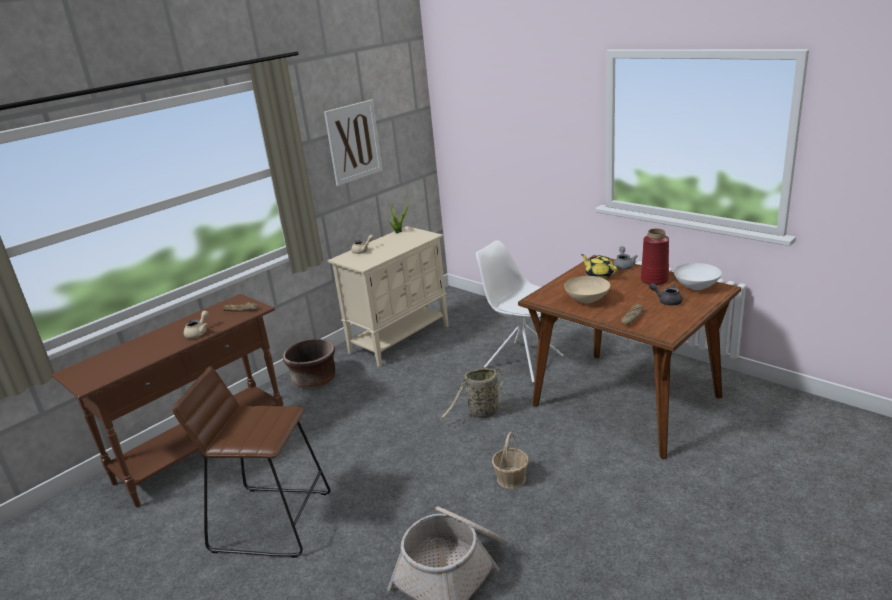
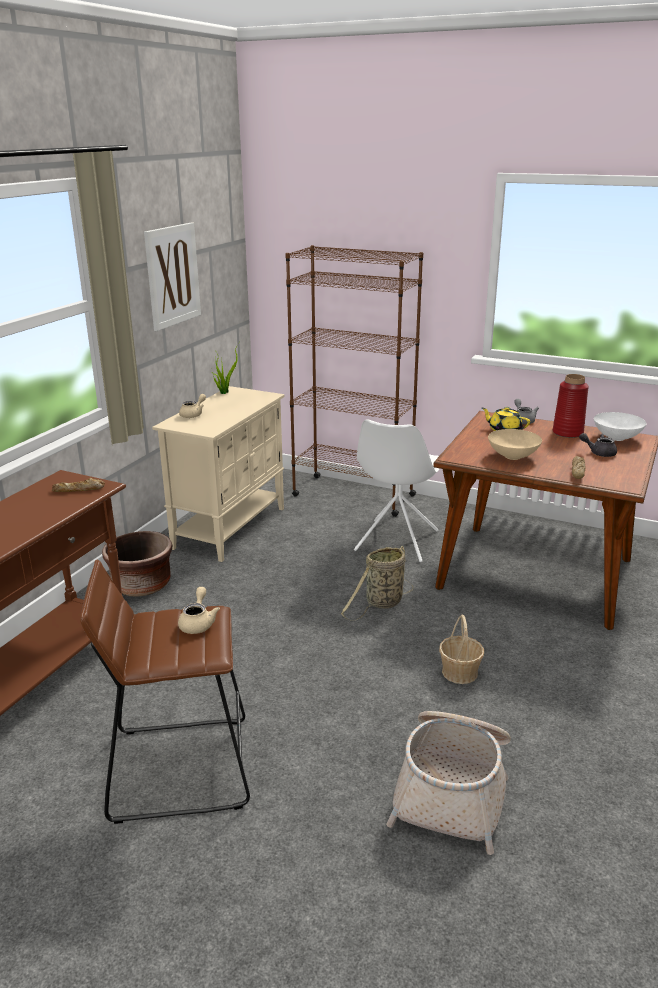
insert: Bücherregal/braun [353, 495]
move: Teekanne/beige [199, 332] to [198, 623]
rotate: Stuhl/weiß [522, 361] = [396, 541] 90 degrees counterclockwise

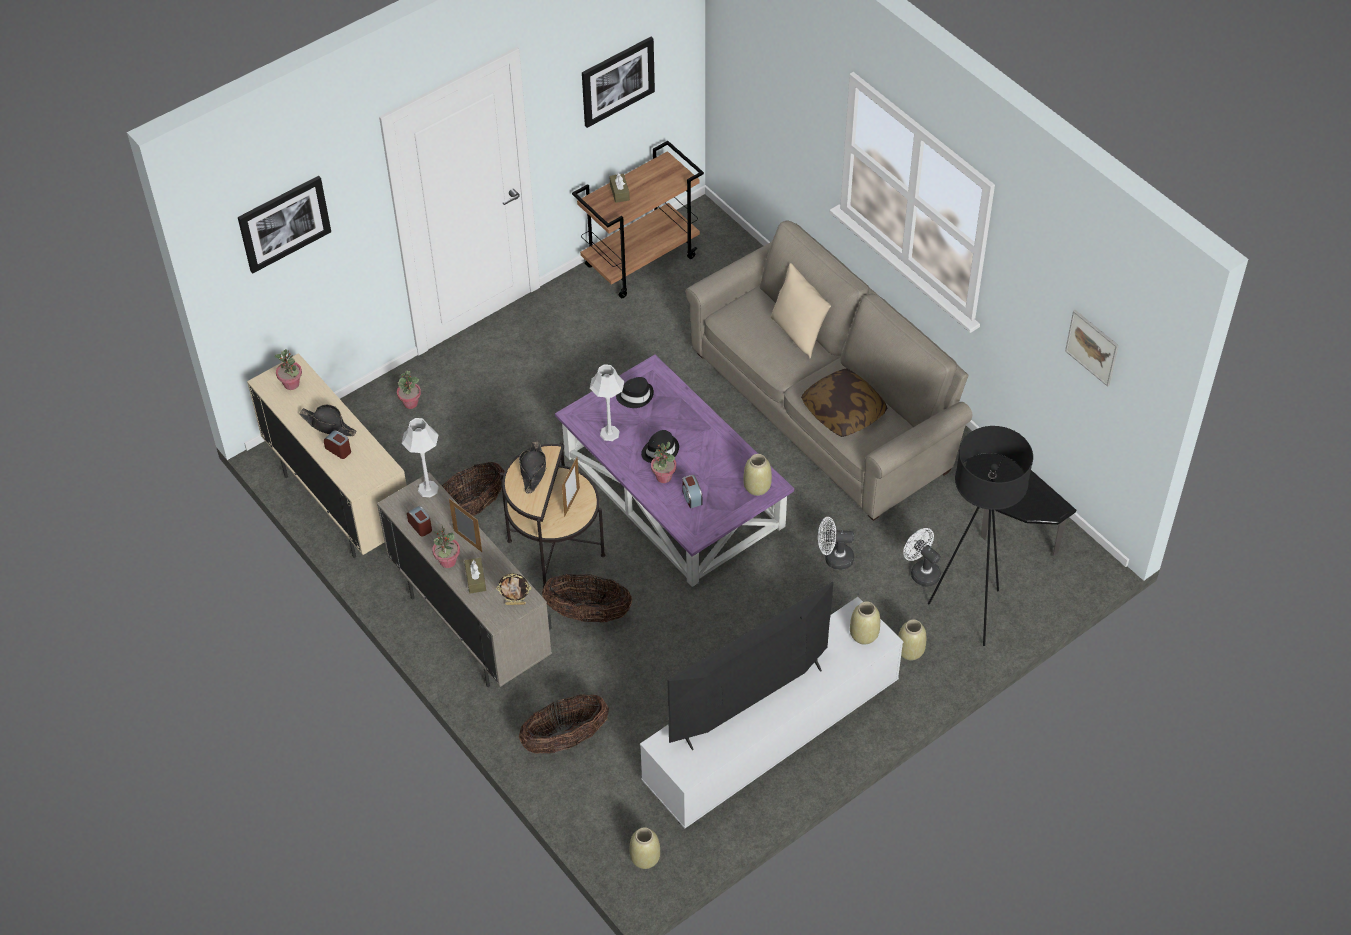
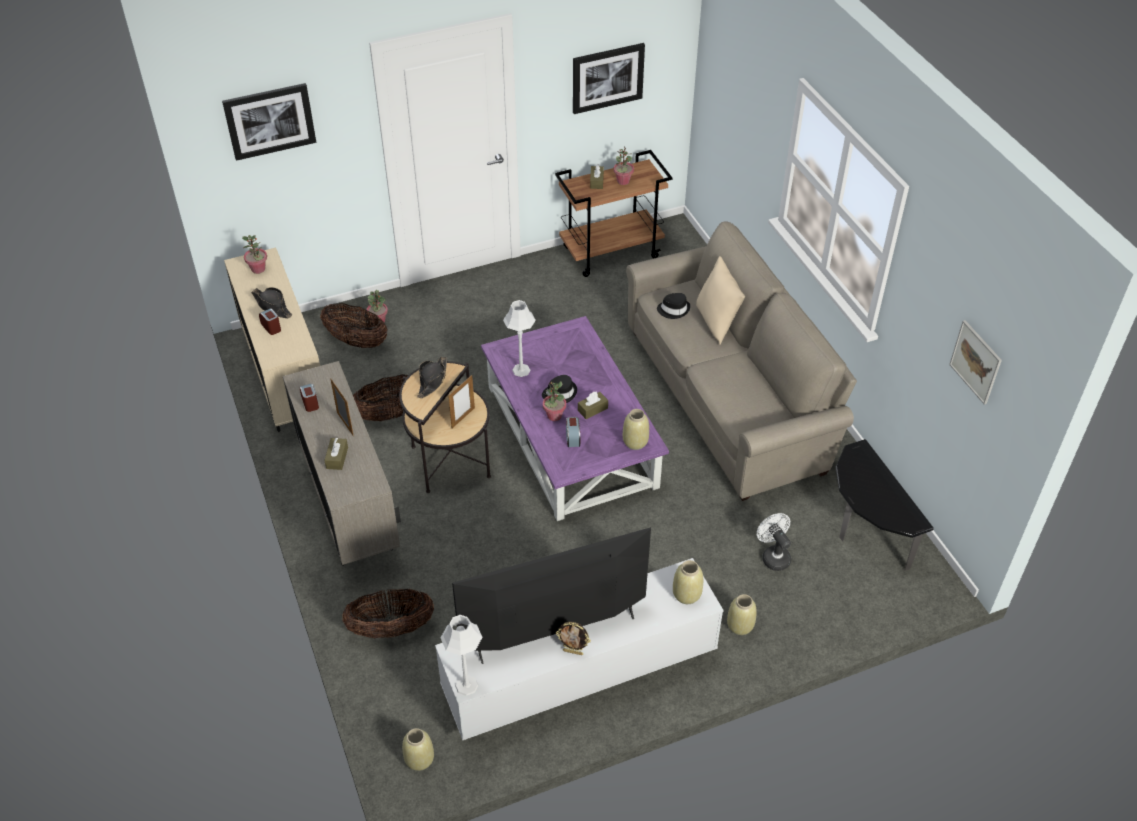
delete: Kissen [843, 412]; Ventilator/weiß [834, 558]; Stehlampe/schwarz [969, 612]
insert: Taschentuchbox/braun [592, 409]
move: Tischlampe/grau [428, 489] to [466, 685]; Topfpflanze [448, 561] to [623, 181]; Bilderrahmen [515, 603] to [573, 652]; Korb [588, 613] to [356, 341]; Hut/schwarz [635, 396] to [673, 309]

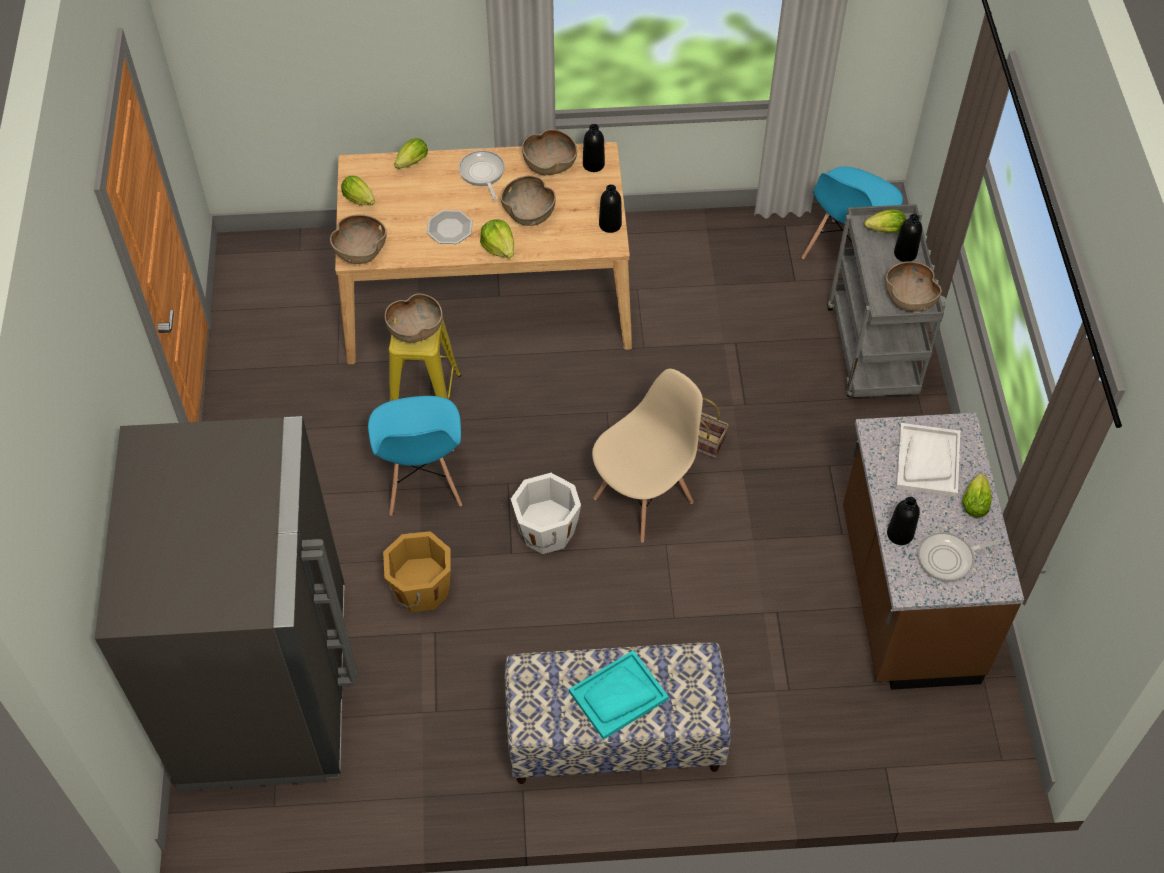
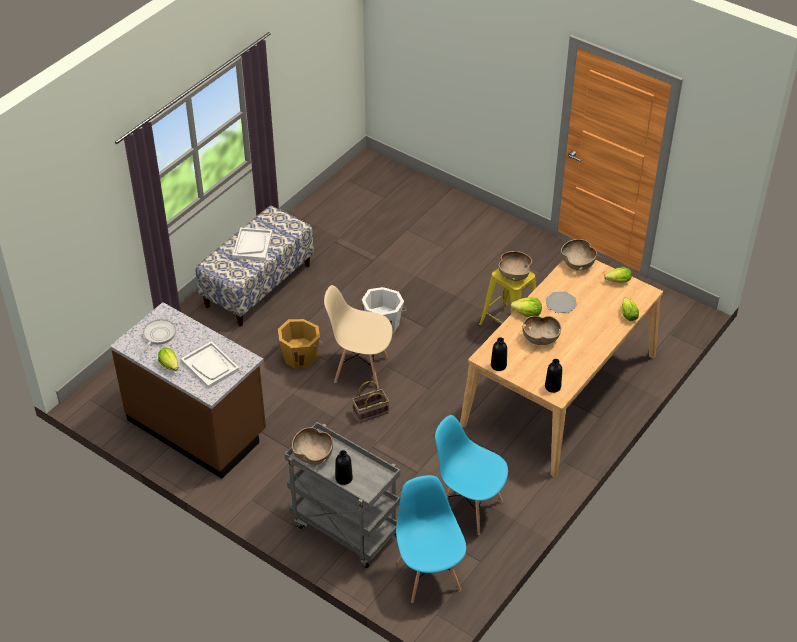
delete: Kühlschrank/grau [267, 687]; Pfanne [482, 174]; Schüssel/braun [549, 165]; Salatkopf [883, 230]; Flasche/schwarz [900, 534]
move: Stuhl/blau [422, 482] to [469, 507]; Eimer/orange [420, 589] to [300, 356]
recolor: Tablett/türkis [618, 696] to Tablett/weiß [252, 245]
rotate: Stuhl/beige [644, 500] = [360, 369] 105 degrees clockwise

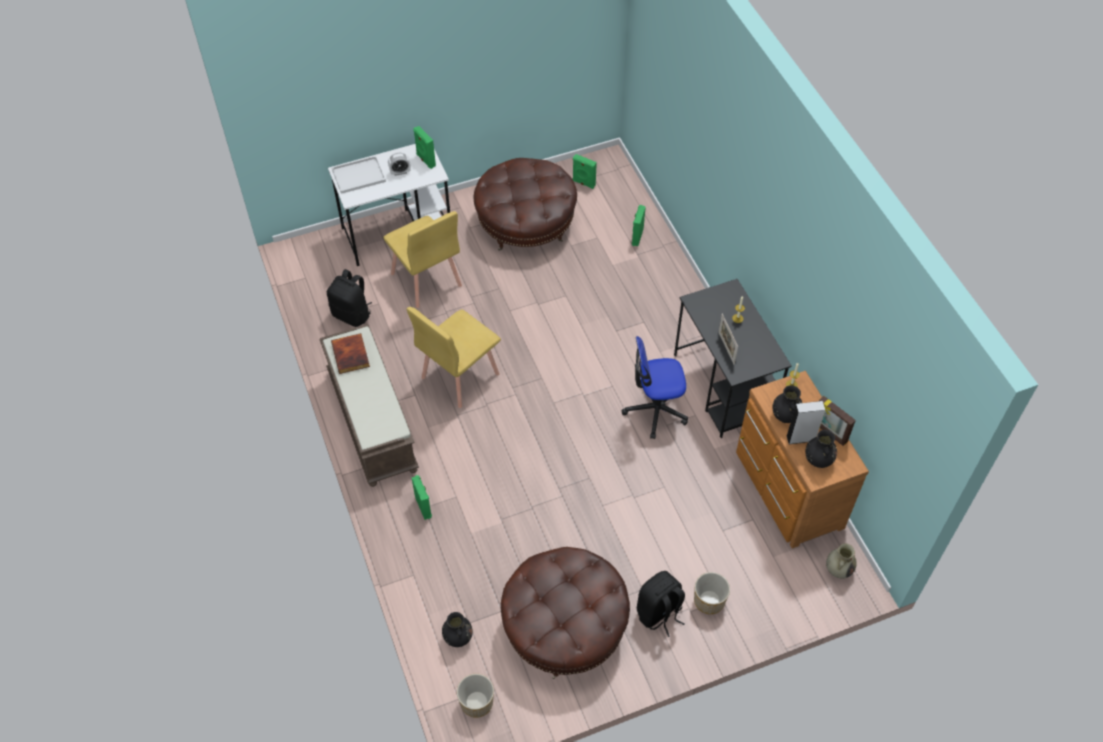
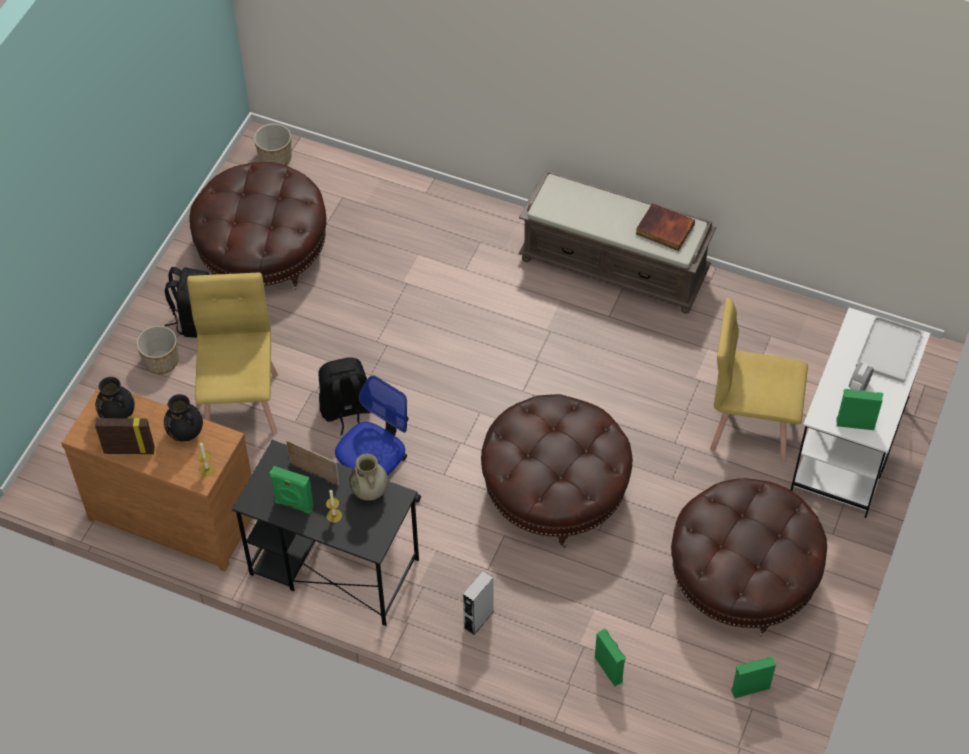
delete: Vase/schwarz [458, 637]
insert: Polsterhocker/braun [555, 490]
move: Rucksack/schwarz [352, 314] to [346, 411]; Stuhl/gelb [459, 375] to [242, 403]; Lautsprecher/grün [424, 507] to [293, 505]; Lautsprecher/grau [801, 438] to [478, 619]; Vase/beige [838, 569] to [369, 491]

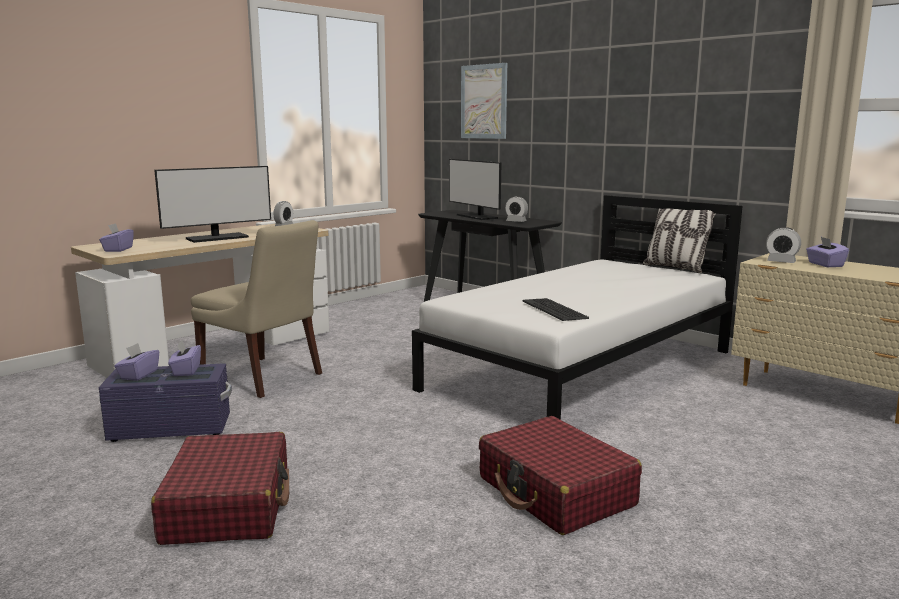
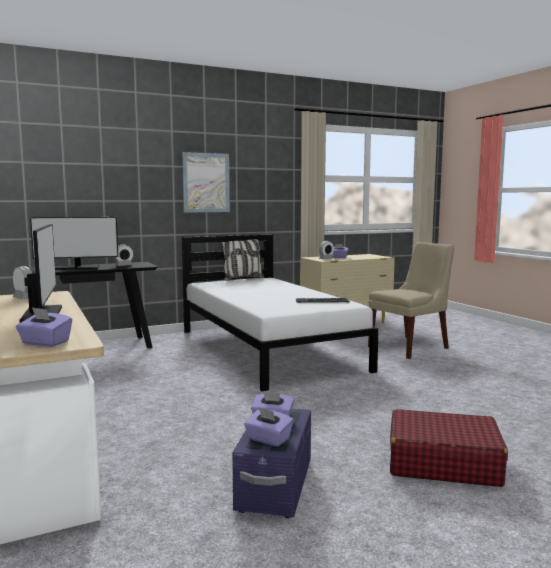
delete: Koffer/rot [556, 492]
move: Stuhl/beige [264, 378] to [410, 347]; Bild [484, 101] to [206, 182]

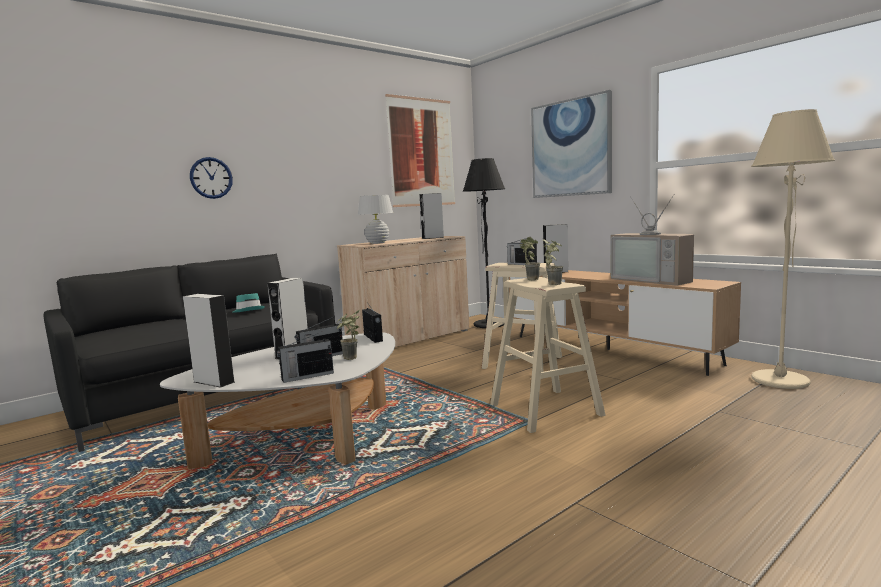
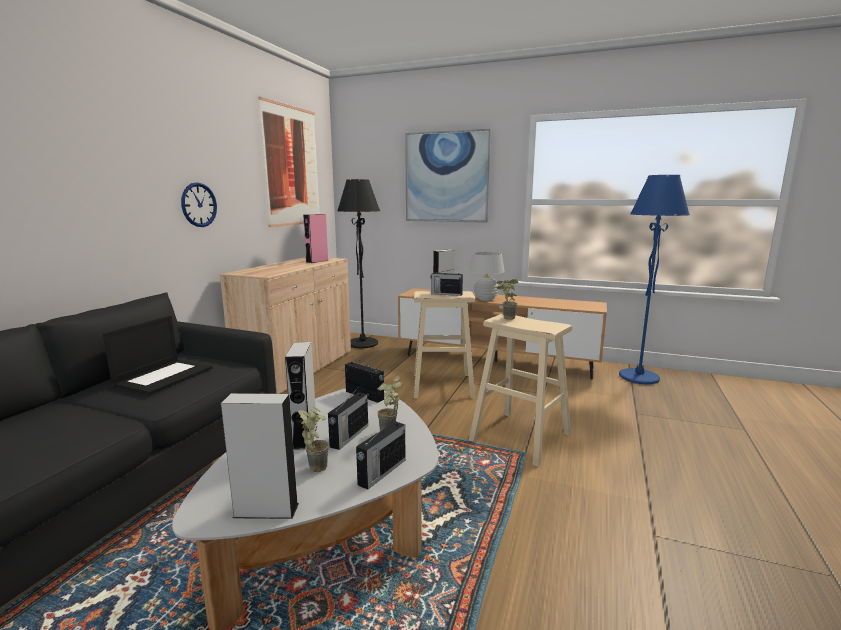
delete: Fernseher [653, 280]
move: Wanduhr [211, 178] to [199, 205]; Tischlampe/weiß [377, 243] to [485, 299]; Topfpflanze [553, 284] to [315, 465]
replace: Hut/türkis [248, 310] to Laptop [164, 376]
recolor: Lautsprecher/grau [432, 238] to Lautsprecher/rosa [317, 261]; Stehlampe/beige [779, 380] to Stehlampe/blau [638, 377]

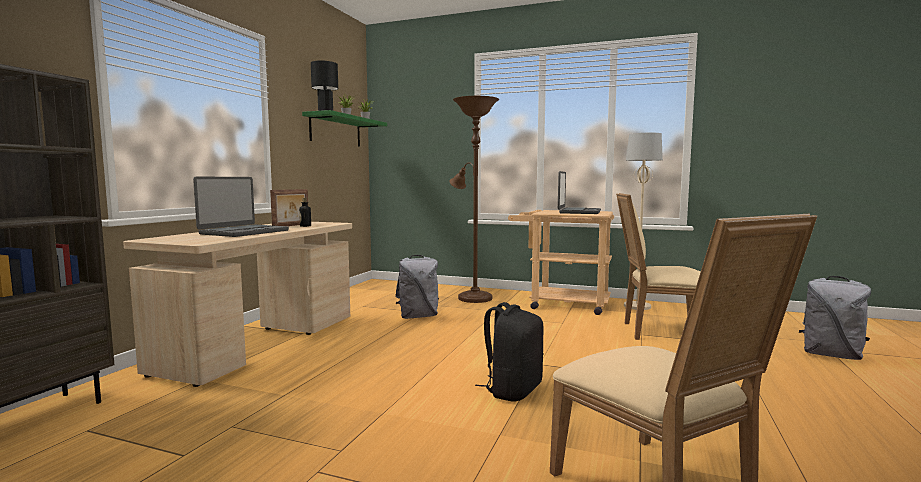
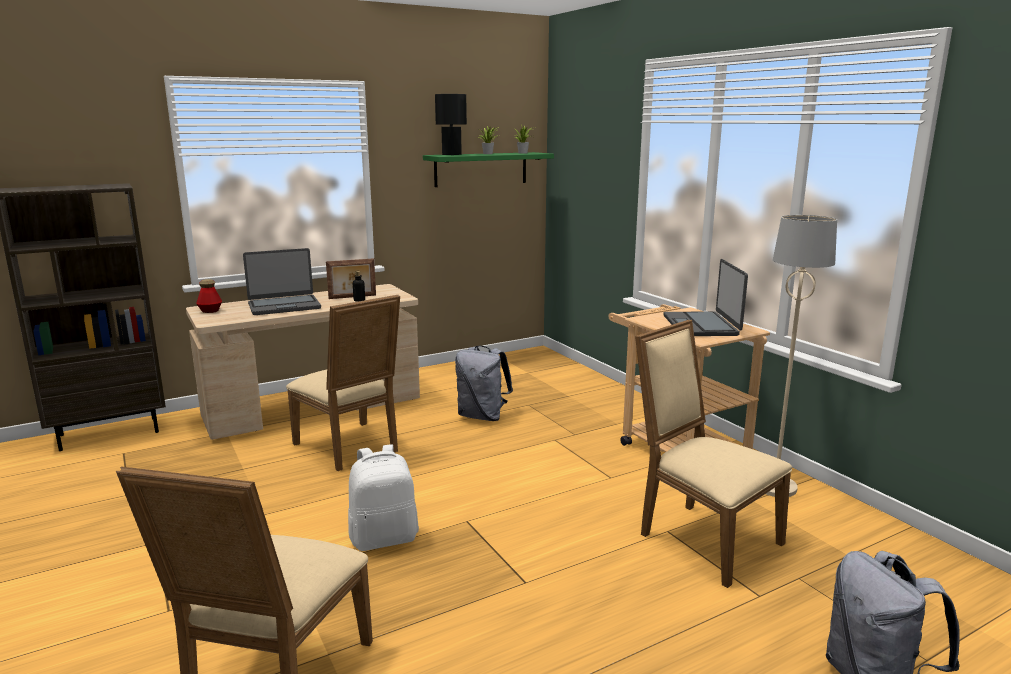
delete: Stehlampe/braun [472, 297]
insert: Flasche [210, 311]; Stuhl/beige [351, 448]
recolor: Rucksack/schwarz [512, 390] to Rucksack/weiß [384, 538]
rotate: Laptop [579, 212] = [701, 325] 120 degrees clockwise

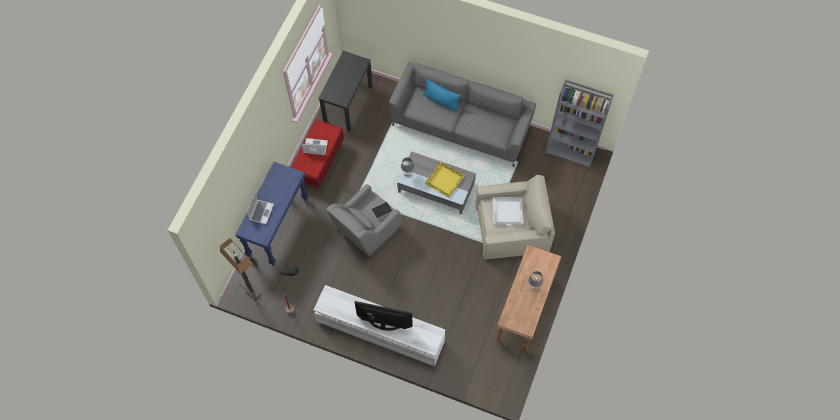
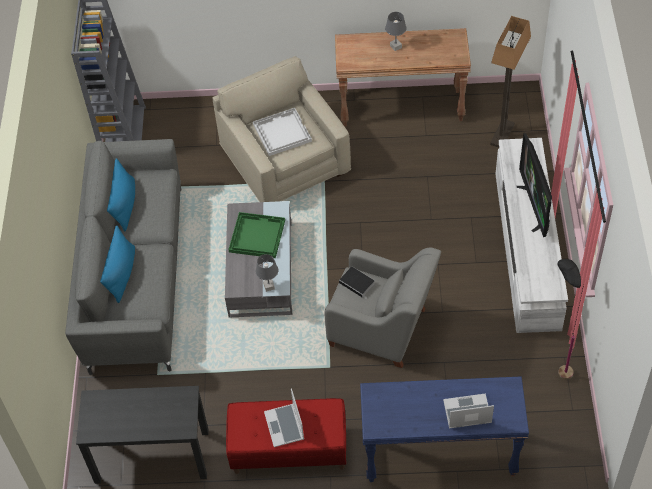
insert: Kissen/blau [124, 204]
move: Stehlampe [250, 289] to [502, 134]
recolor: Tablett/gelb [445, 180] to Tablett/grün [256, 235]

